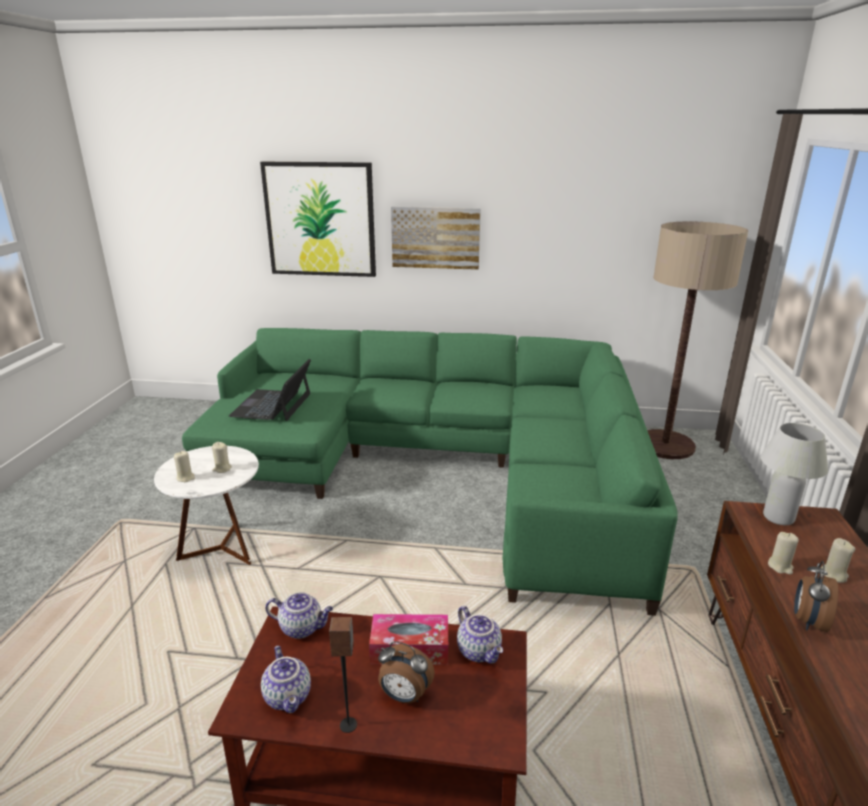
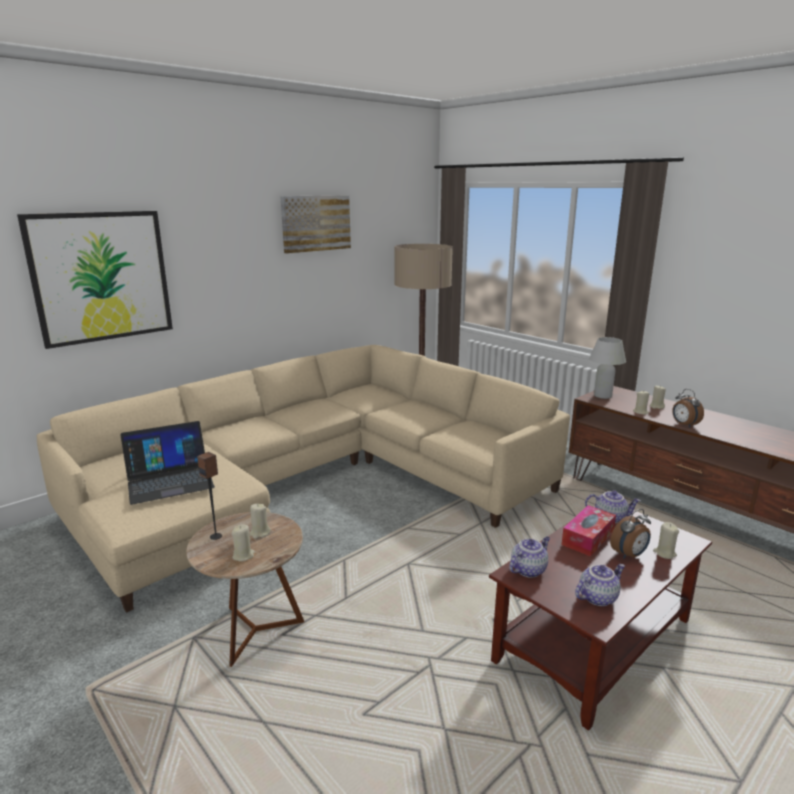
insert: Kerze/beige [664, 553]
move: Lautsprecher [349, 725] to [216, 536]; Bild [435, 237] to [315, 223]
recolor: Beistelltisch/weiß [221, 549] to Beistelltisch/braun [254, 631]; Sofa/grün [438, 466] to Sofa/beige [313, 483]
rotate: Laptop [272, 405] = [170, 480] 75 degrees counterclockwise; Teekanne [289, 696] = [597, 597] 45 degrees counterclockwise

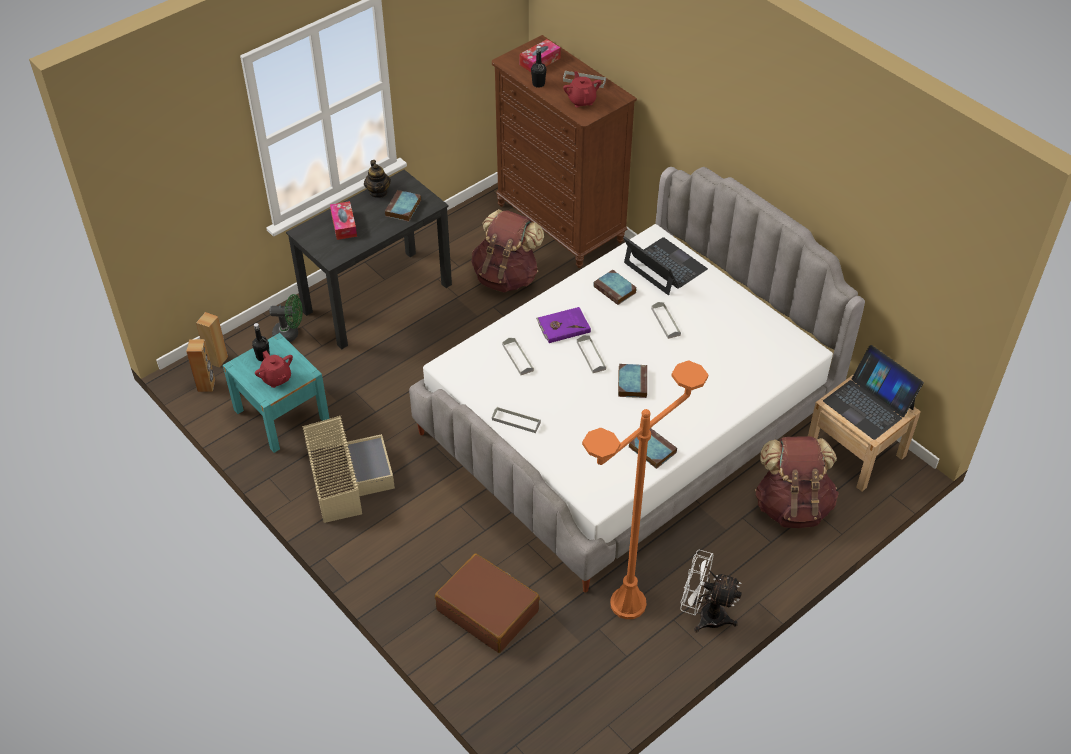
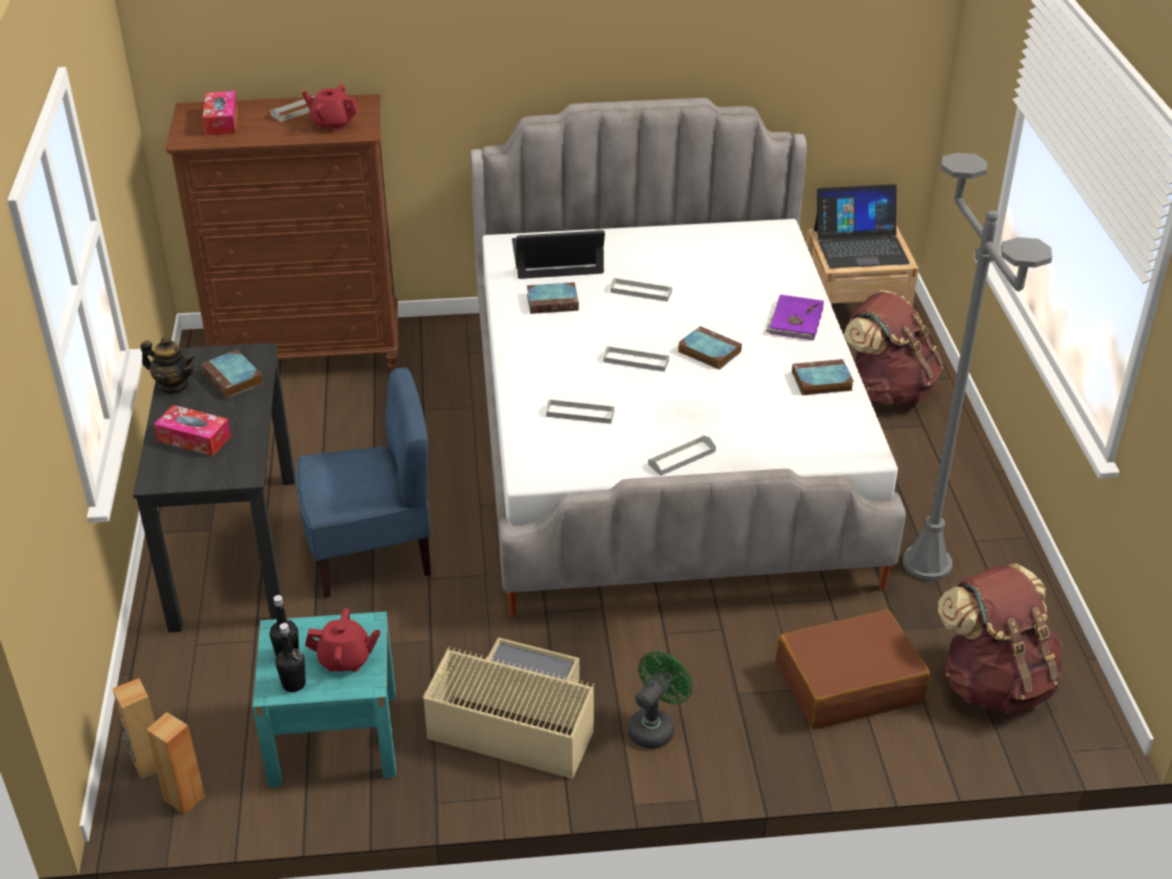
delete: Ventilator/weiß [704, 615]
insert: Stuhl/blau [371, 553]
move: Ventilator/grün [290, 334] to [655, 726]; Rucksack/braun [506, 276] to [994, 683]; Flasche/schwarz [538, 84] to [293, 684]; Buch/lila [563, 326] to [795, 320]
recolor: Stehlampe/orange [628, 603] to Stehlampe/grau [927, 563]

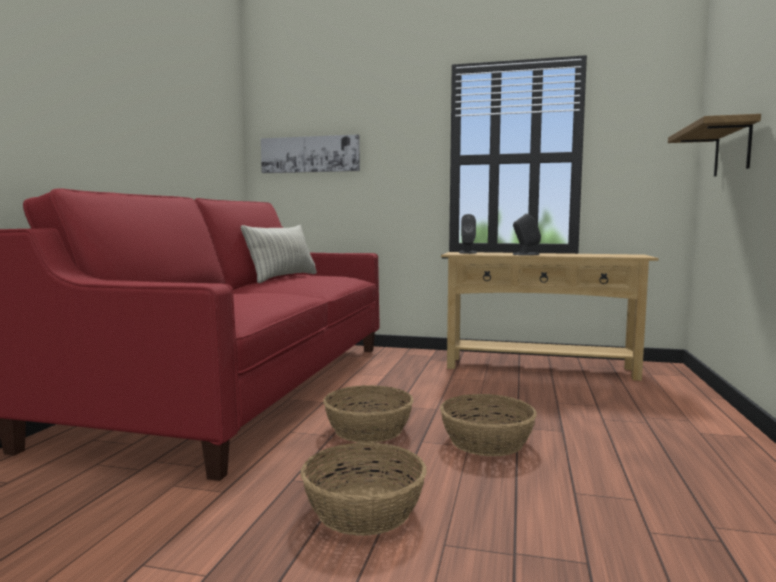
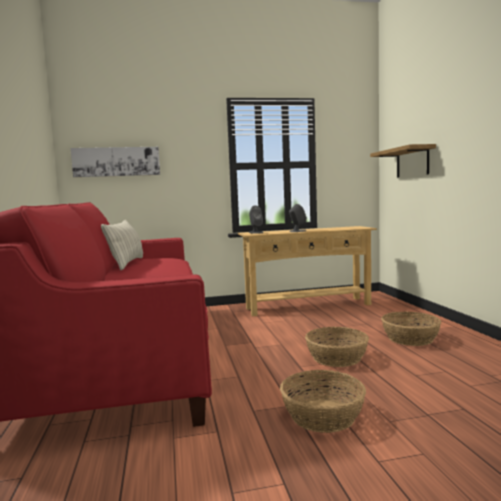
move: Korb [369, 430] to [410, 338]

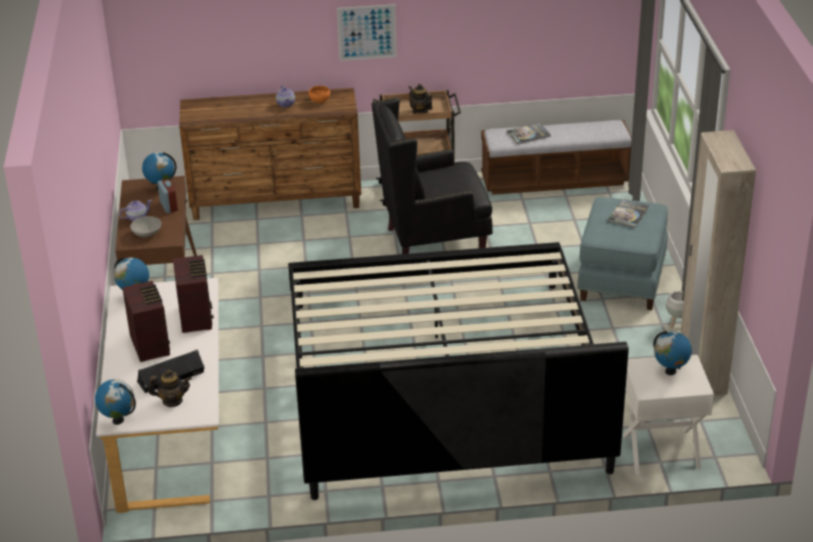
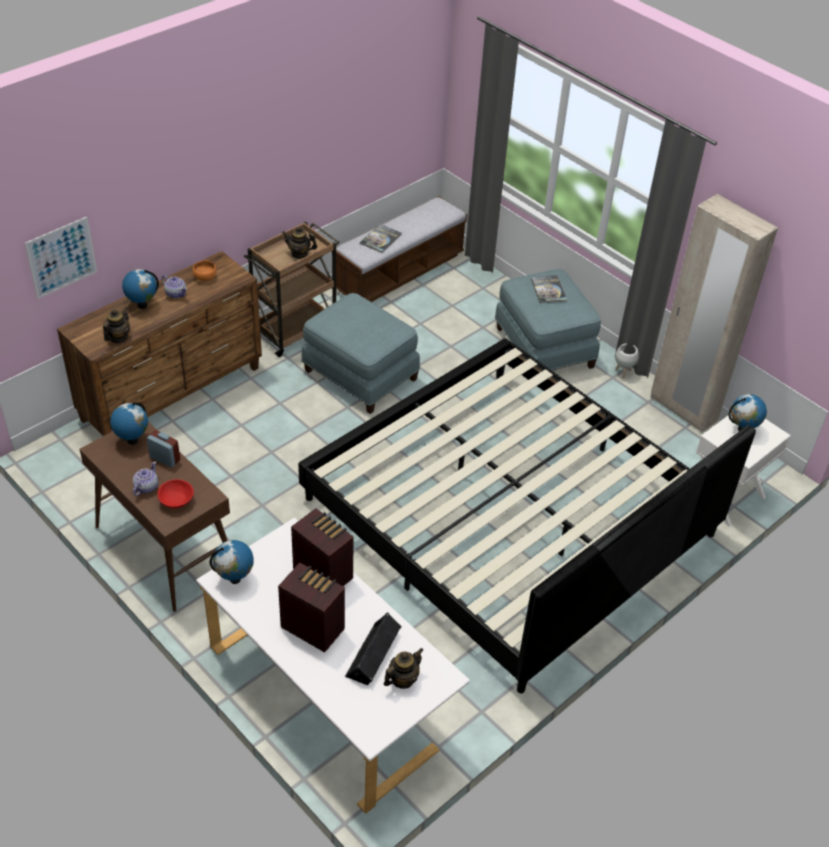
insert: Teekanne [118, 337]
move: Globus [118, 420] to [142, 305]; Bild [367, 32] to [61, 257]
replace: Sessel/schwarz [433, 241] to Polsterhocker/blau [359, 376]
recolor: Schüssel/grau [147, 233] to Schüssel/rot [176, 500]

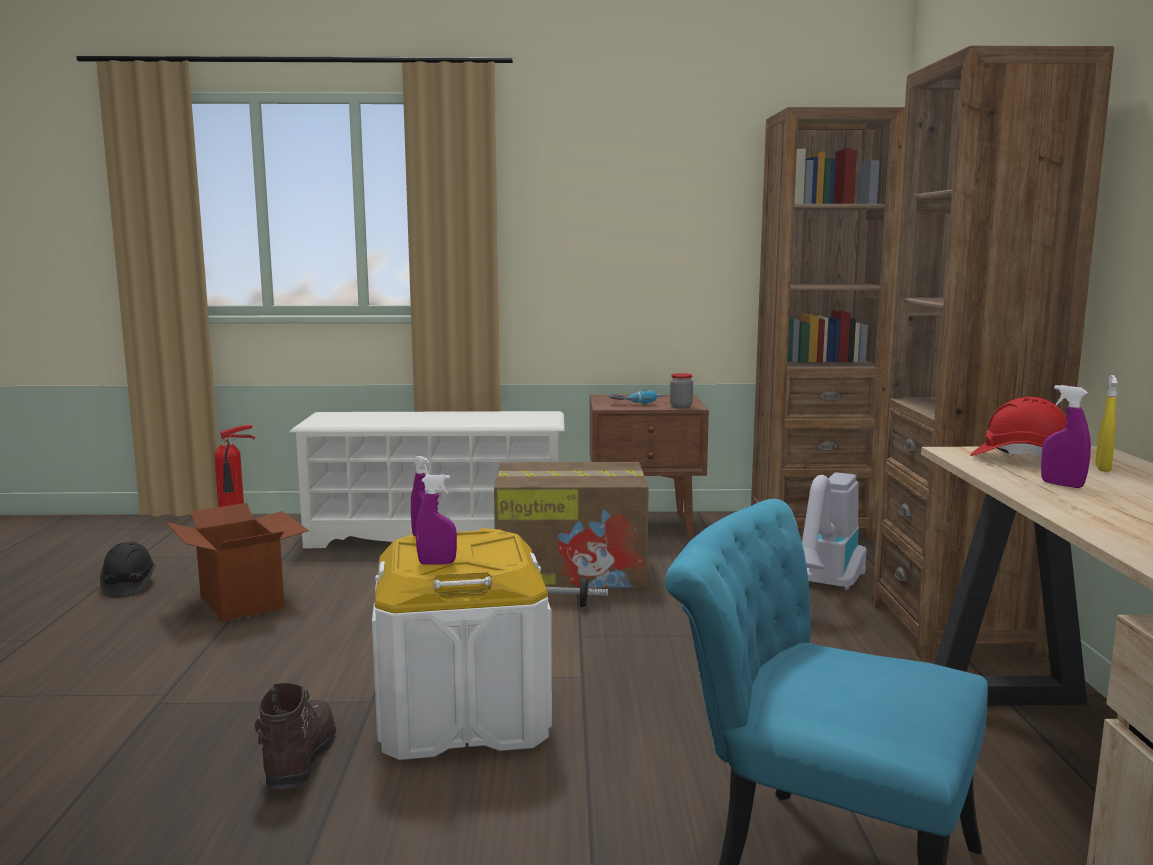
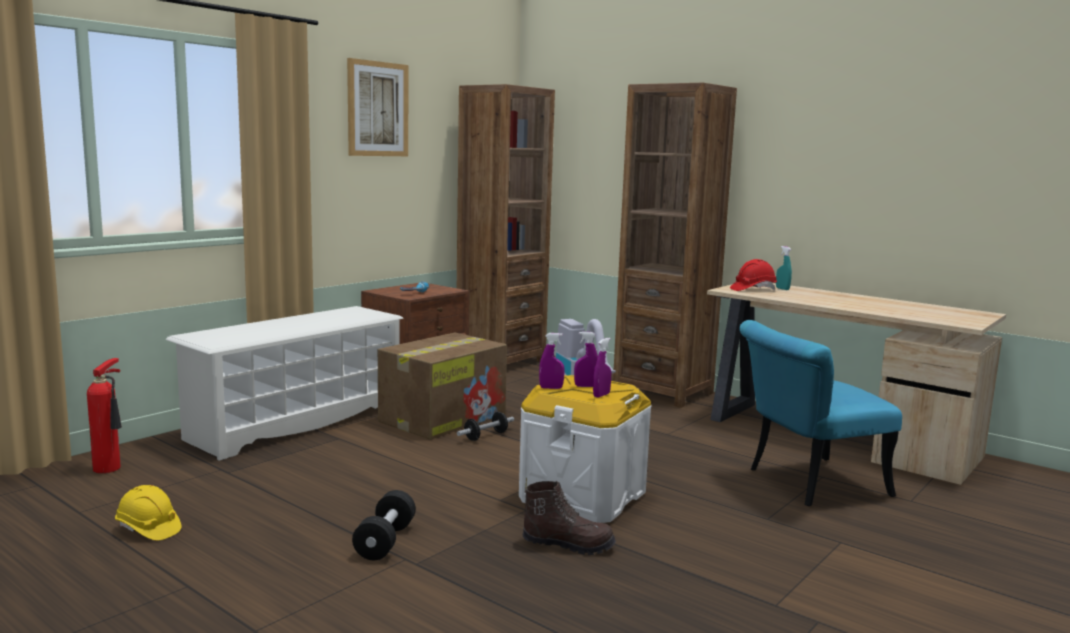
delete: Karton [243, 601]; Vorratsglas [681, 406]
insert: Bild [378, 109]; Hantel/schwarz [385, 541]
move: Sprühflasche/lila [1062, 485] to [585, 386]
recolor: Schutzhelm/schwarz [128, 586] to Schutzhelm/gelb [148, 529]; Sprühflasche/gelb [1102, 468] to Sprühflasche/türkis [782, 289]
rotate: Stiefel/braun [298, 760] = [568, 544] 150 degrees clockwise

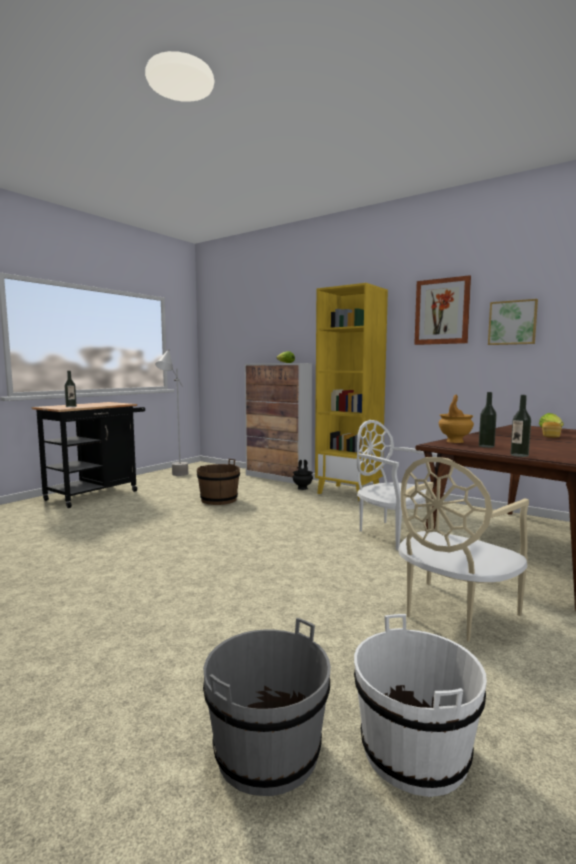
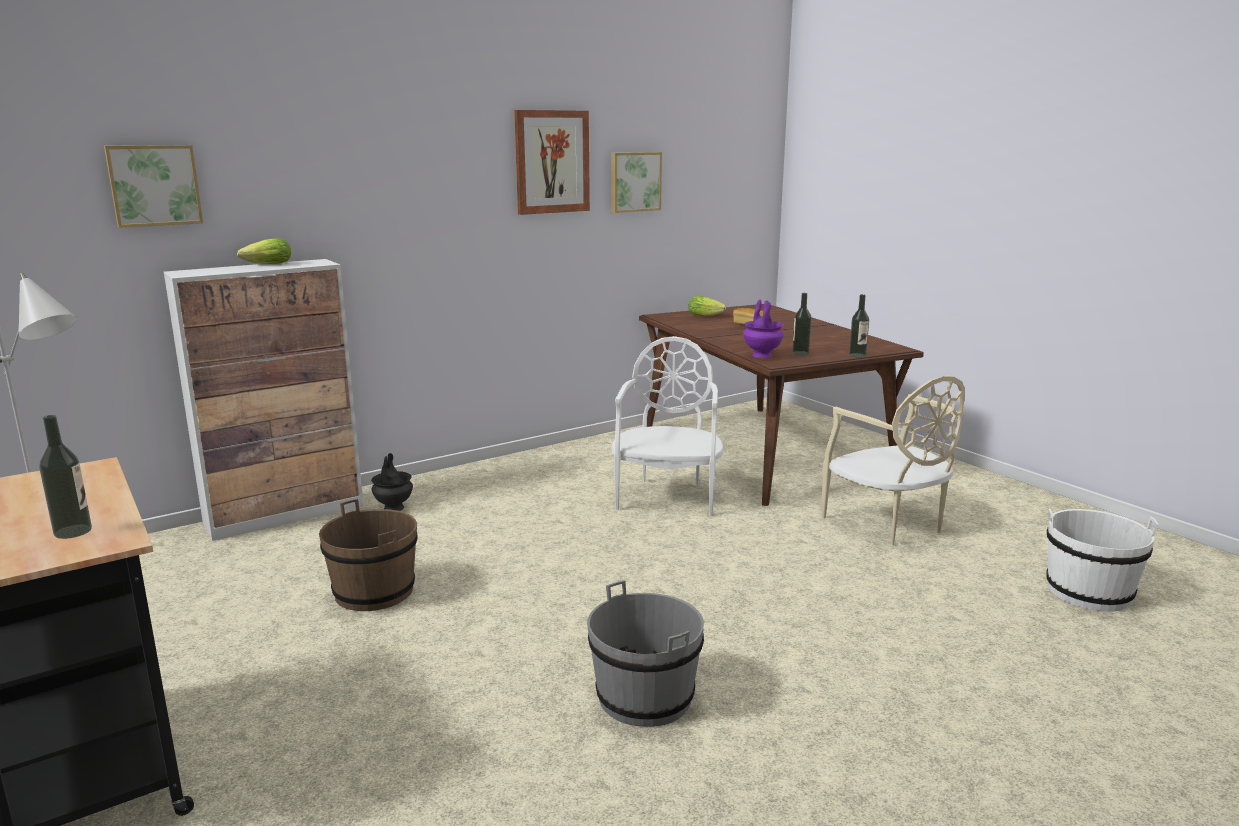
delete: Bücherregal/gelb [349, 493]
insert: Bild [154, 185]
move: Eimer/grau [267, 751] to [644, 697]
recolor: Vase/braun [454, 441] to Vase/lila [761, 355]
rotate: Stuhl/weiß [393, 533] = [668, 496] 120 degrees clockwise

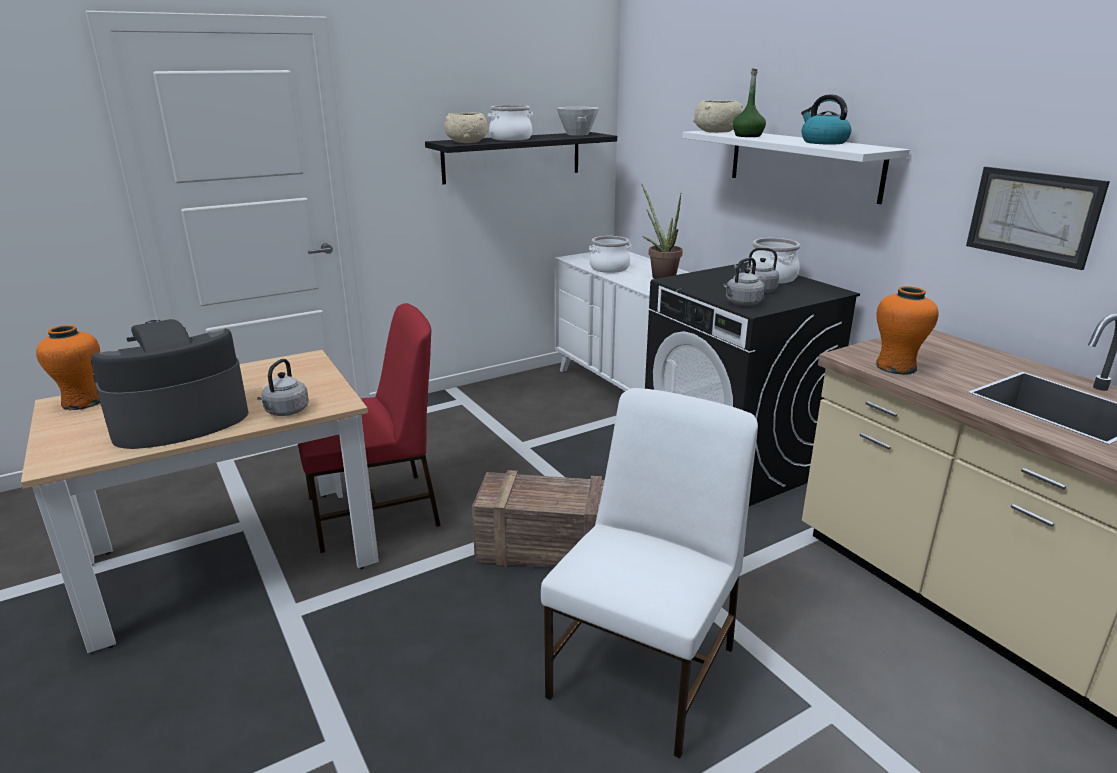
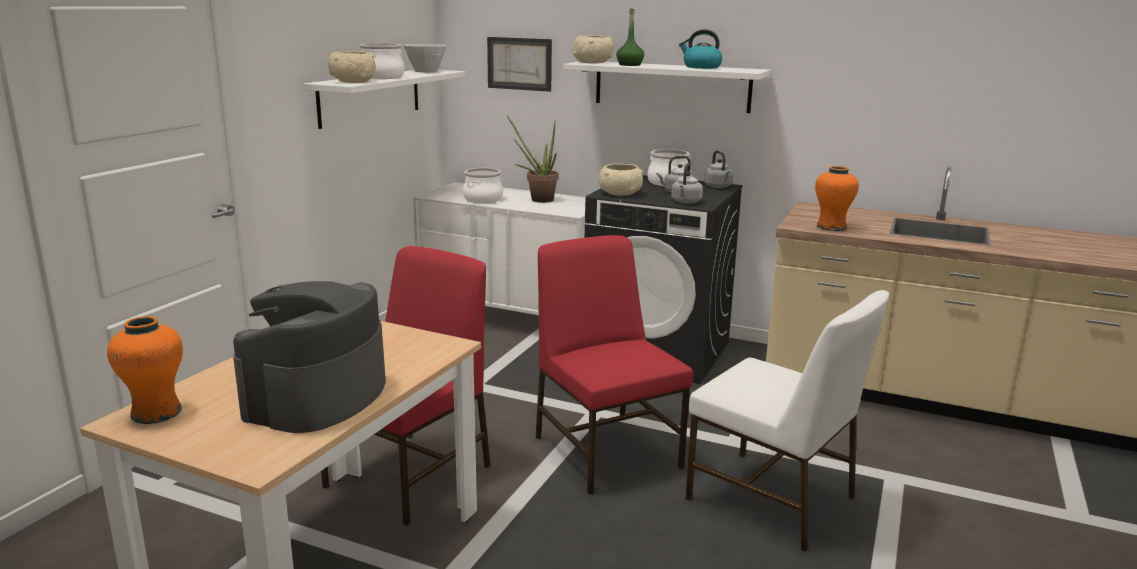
insert: Schüssel/beige [620, 193]
move: Wasserkessel/grau [285, 412] to [718, 187]; Bild [1033, 216] to [519, 63]
replace: Kiste [552, 549] to Stuhl/rot [607, 450]
recolor: Wandregal/schwarz [512, 157] to Wandregal/weiß [370, 97]
rotate: Stuhl/weiß [646, 670] = [772, 500] 135 degrees clockwise

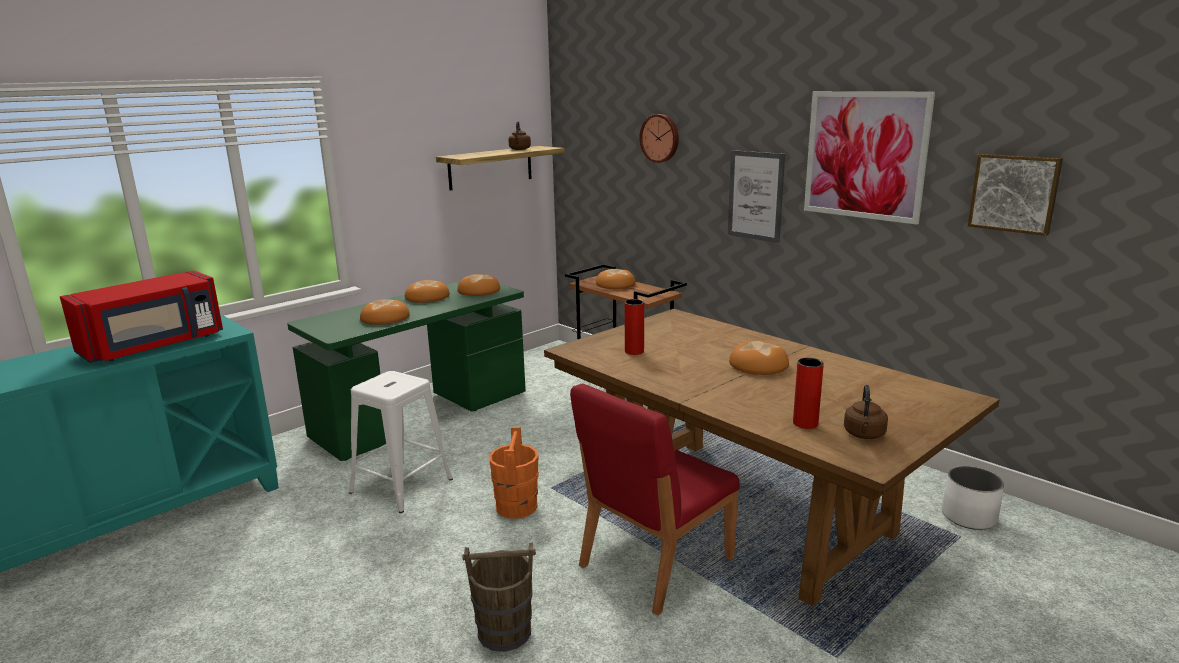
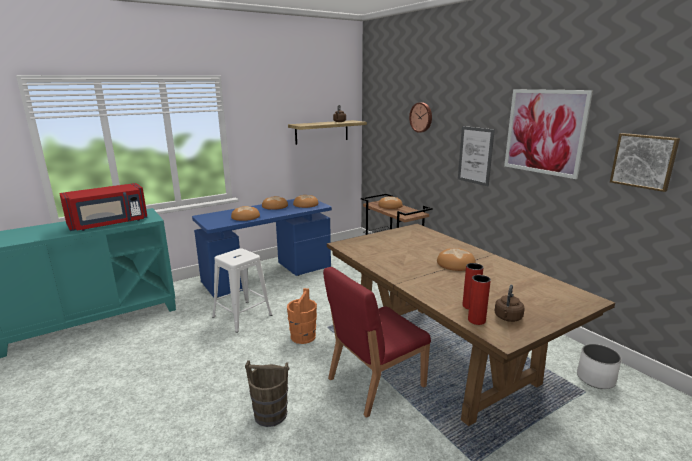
move: Vase/rot [634, 351] to [476, 320]
recolor: Schreibtisch/grün [423, 414] to Schreibtisch/blau [268, 275]

